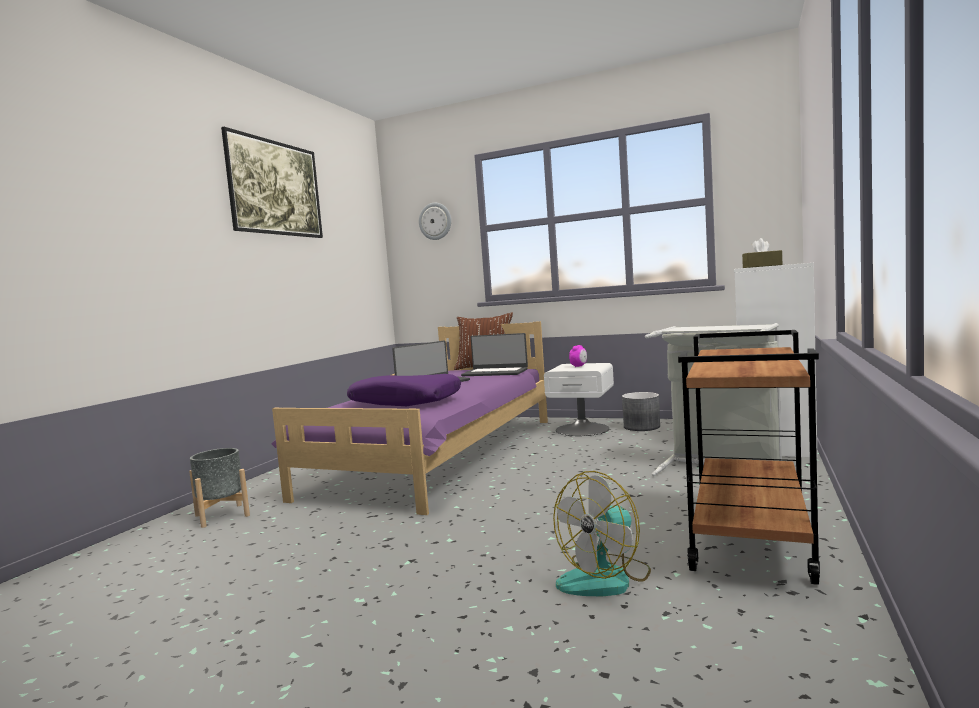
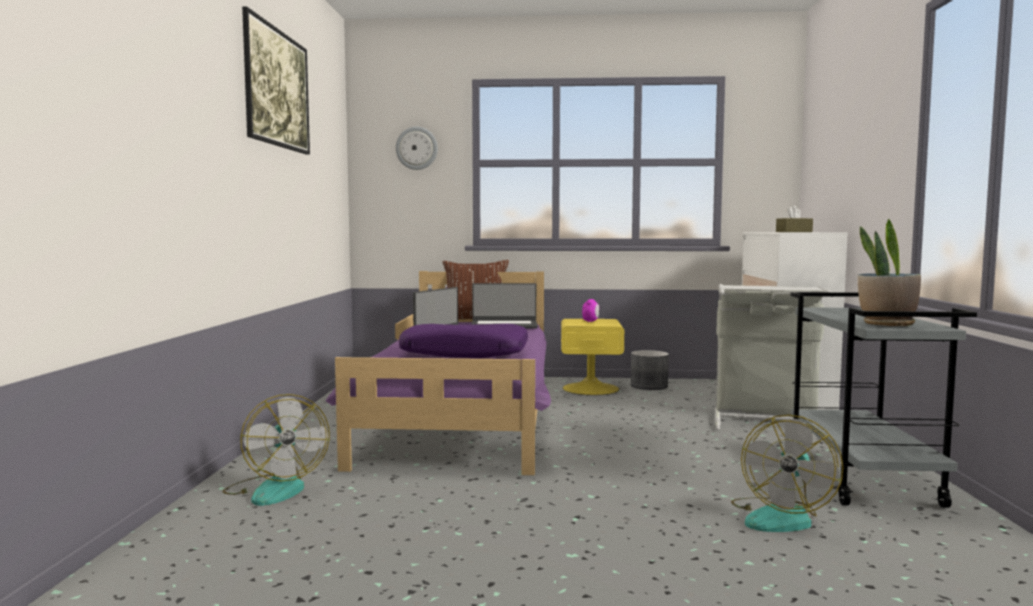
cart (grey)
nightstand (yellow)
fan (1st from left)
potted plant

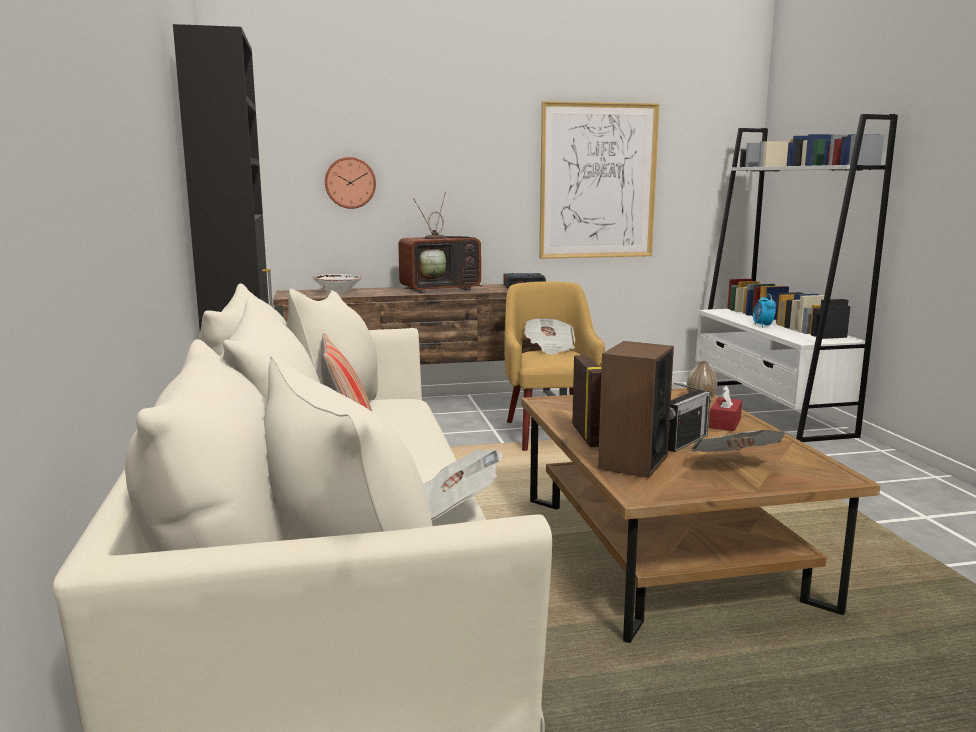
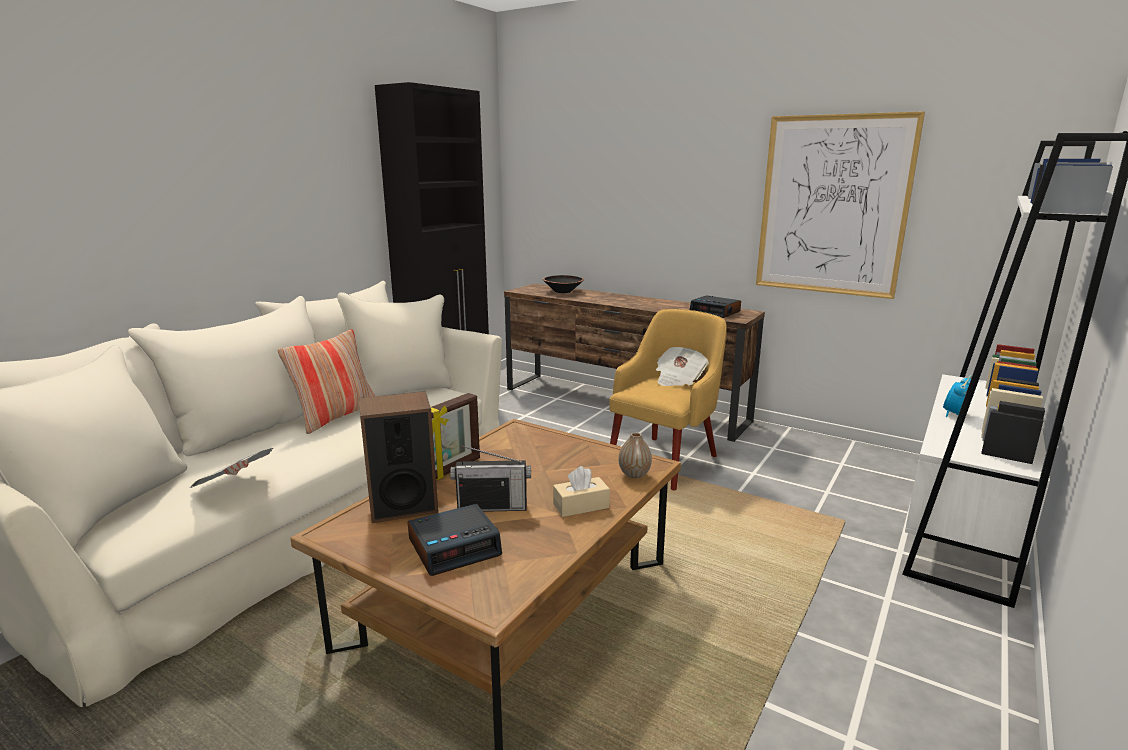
wall clock
television
bowl (black)
tissue box (beige)
alarm clock (1st from left)

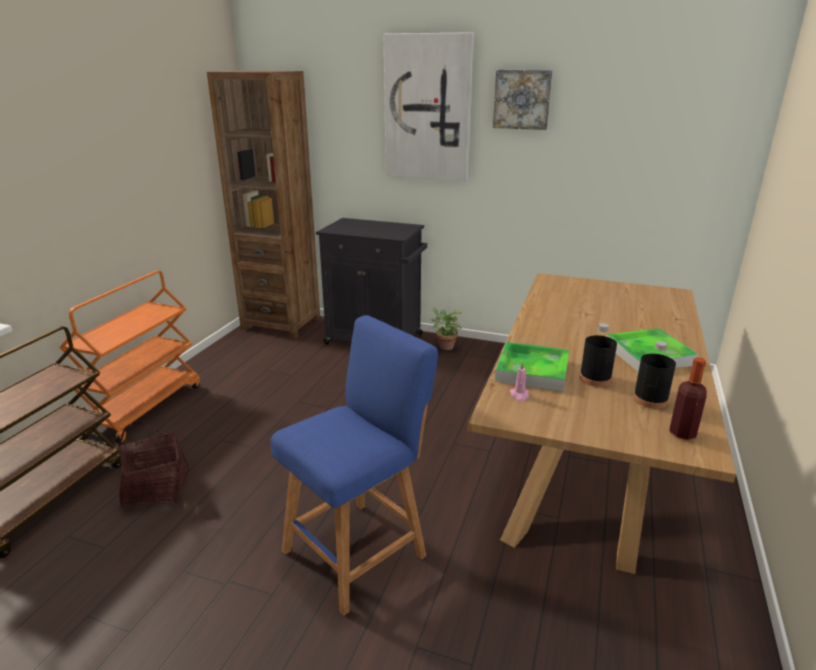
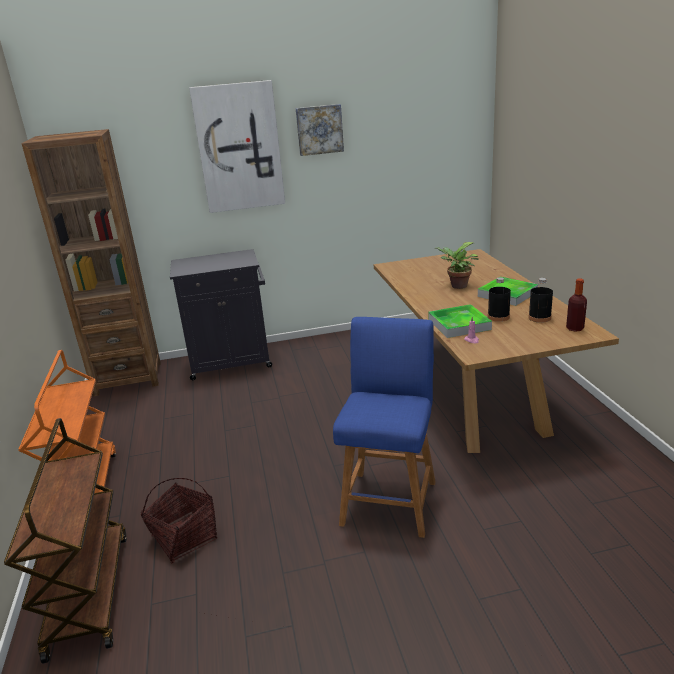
potted plant

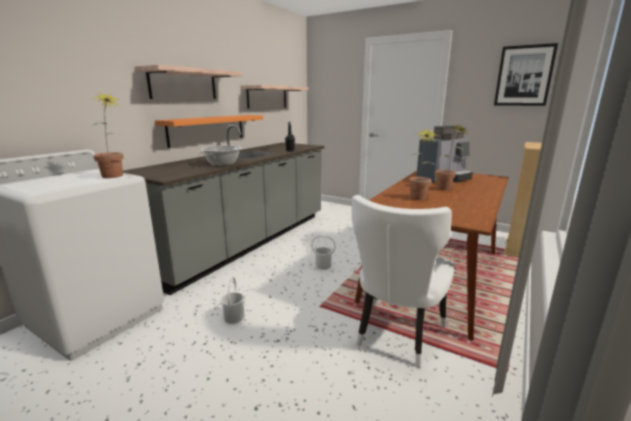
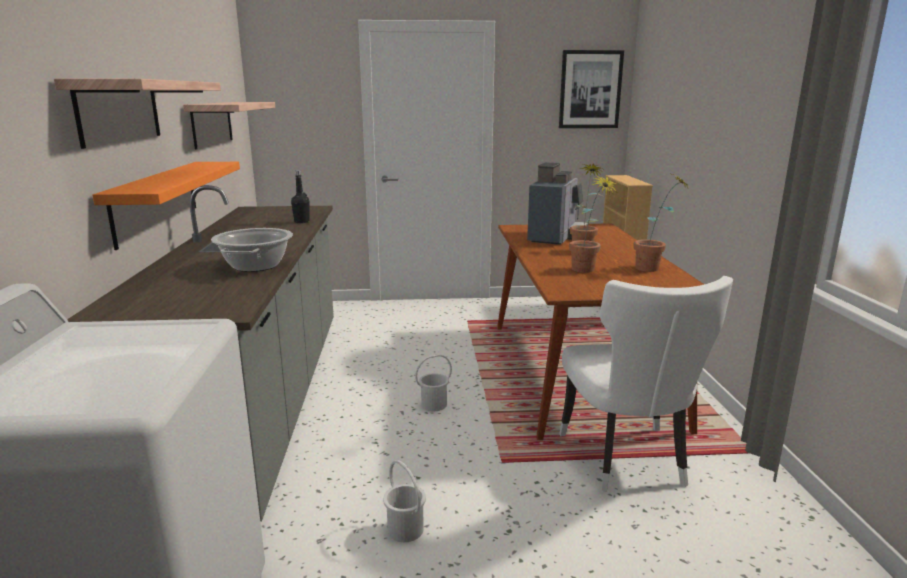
potted plant (3rd from left)

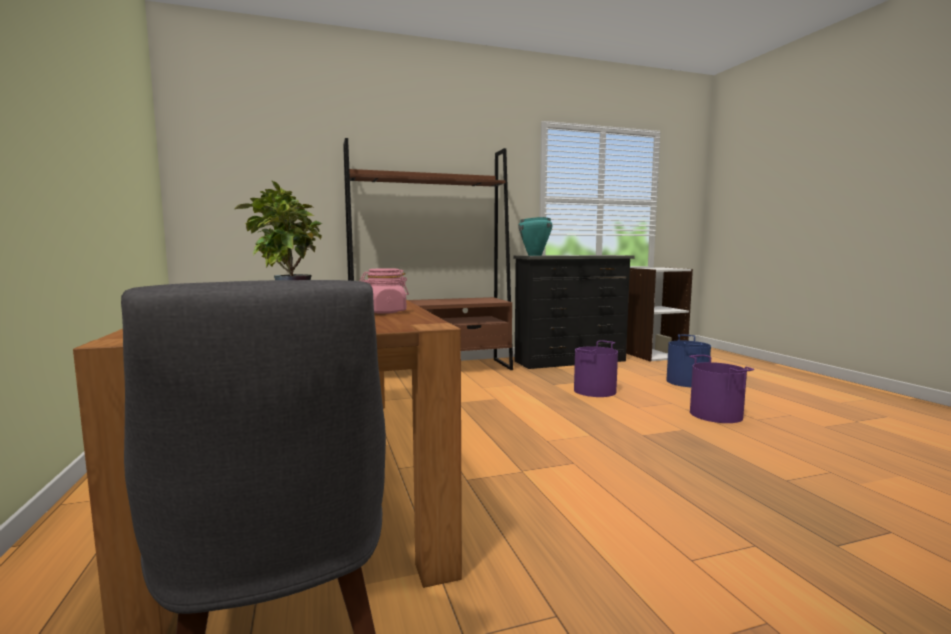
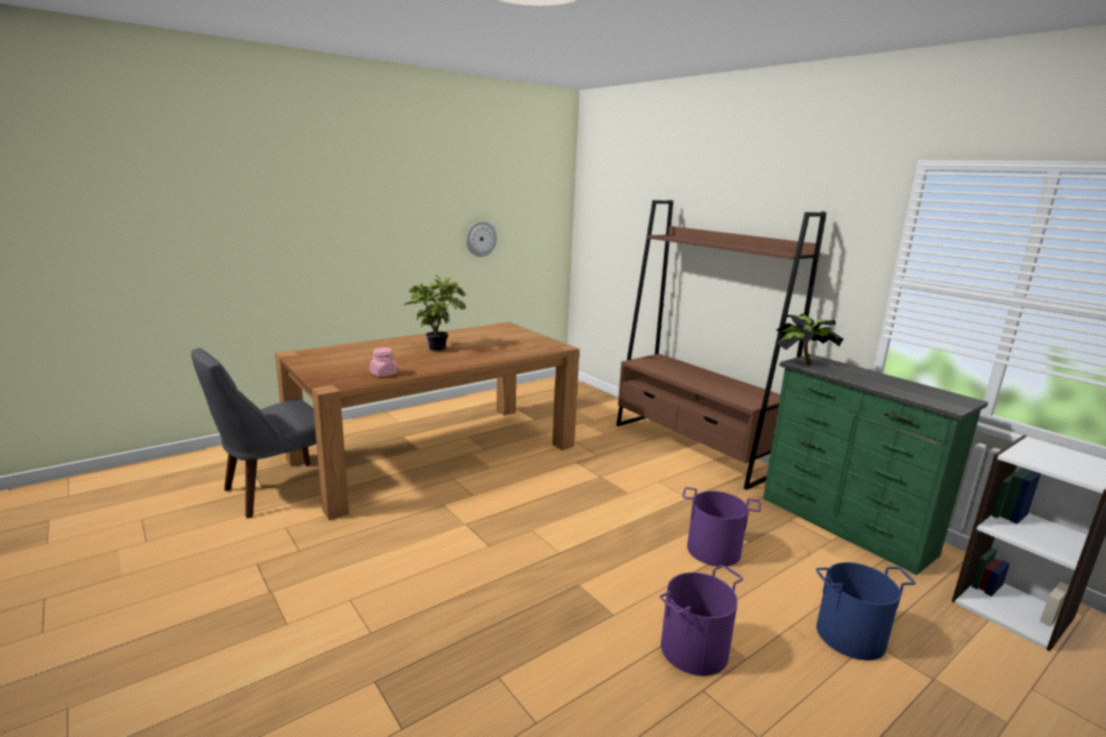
potted plant (2nd from left)
dresser (green)
wall clock

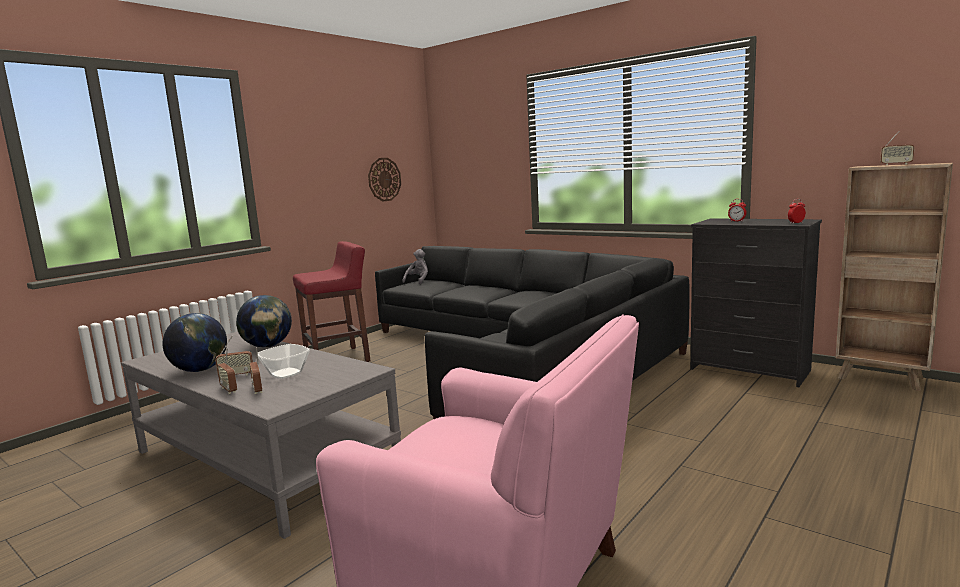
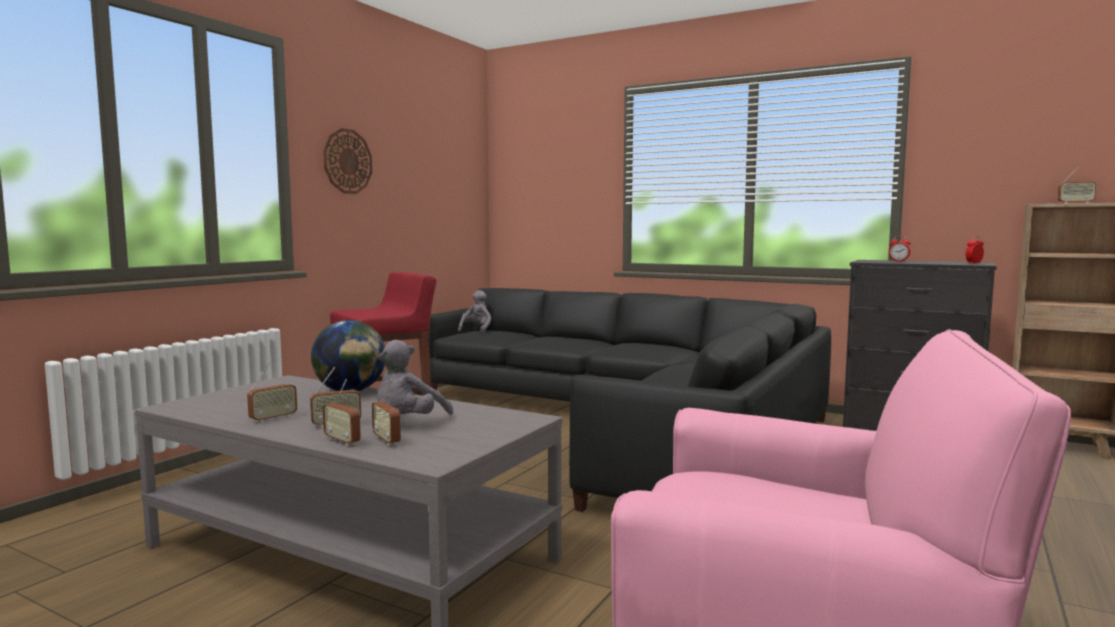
wall clock
radio (1st from left)
plush toy (grey) (1st from left)

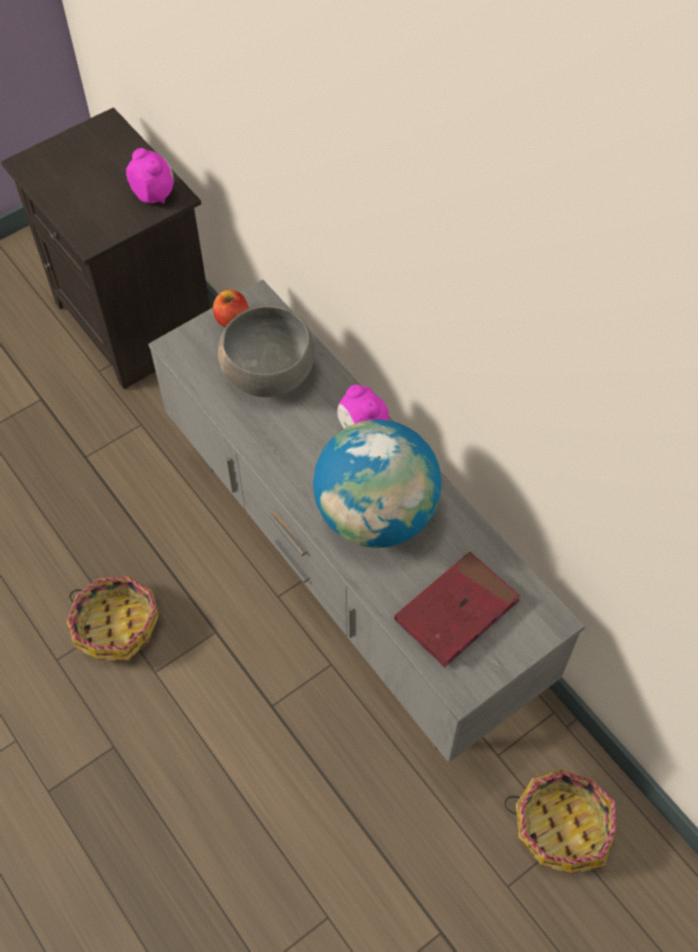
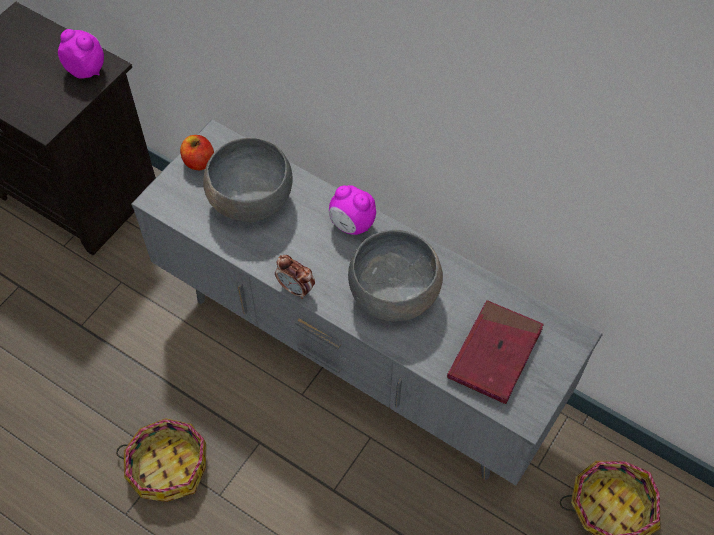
bowl (grey) (2nd from left)
alarm clock (2nd from left)

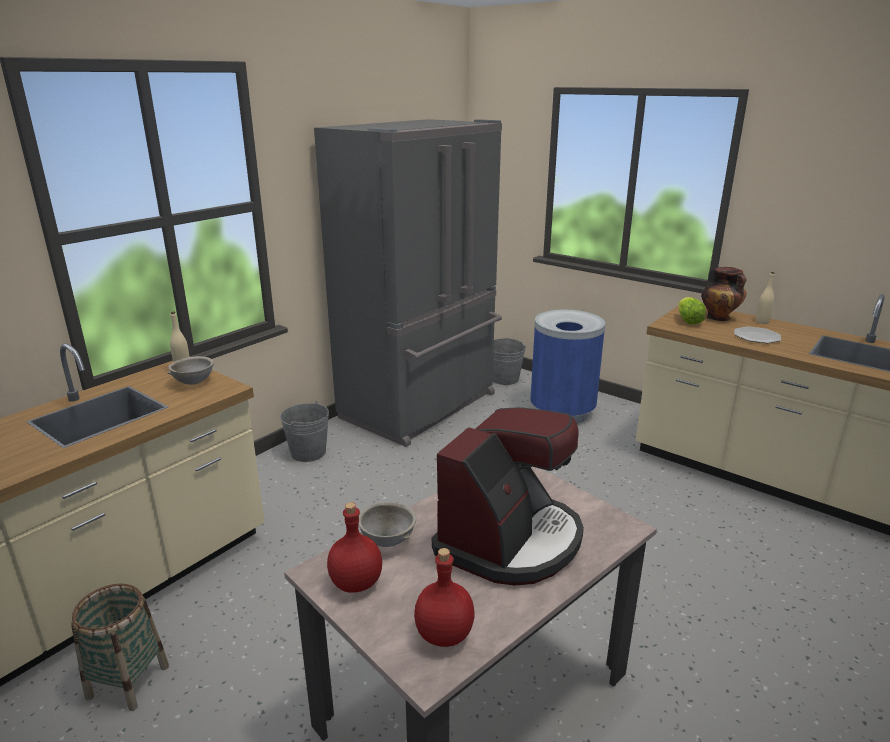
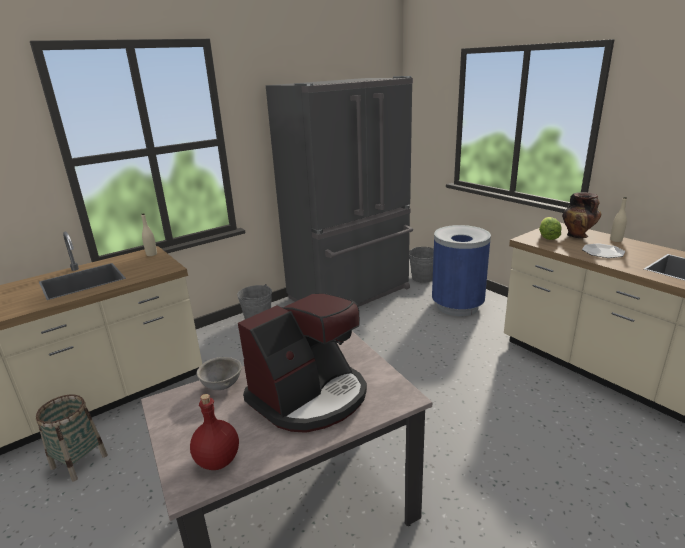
bowl (grey) (1st from left in the first image)
bottle (red) (1st from left in the first image)

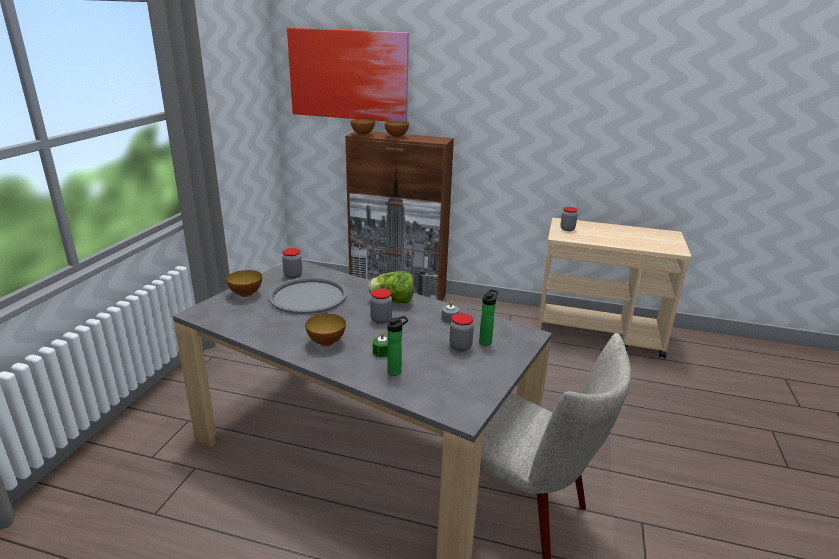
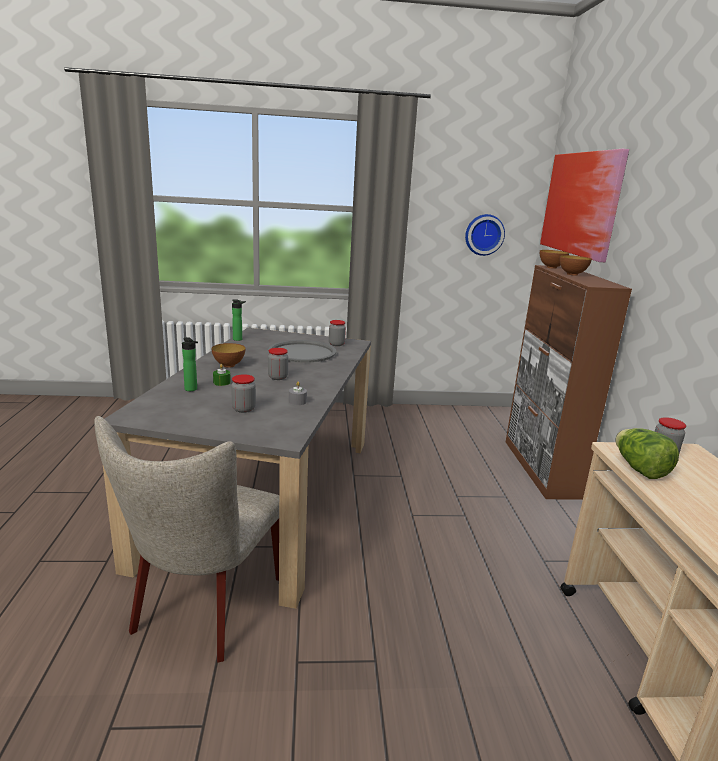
bowl (1st from left in the first image)
lettuce
bottle (2nd from left)
wall clock

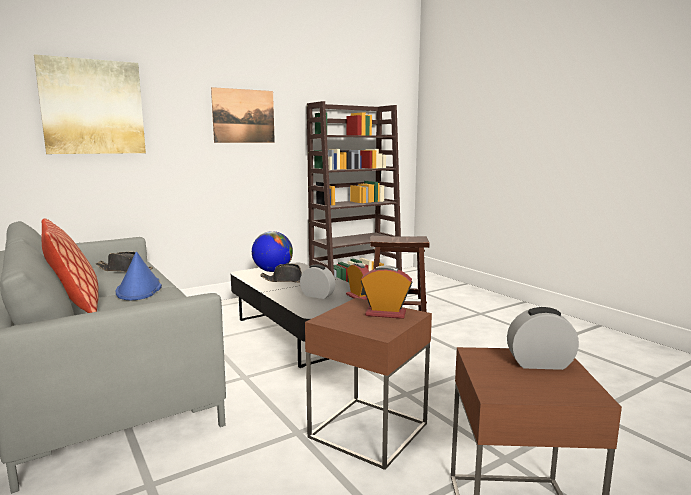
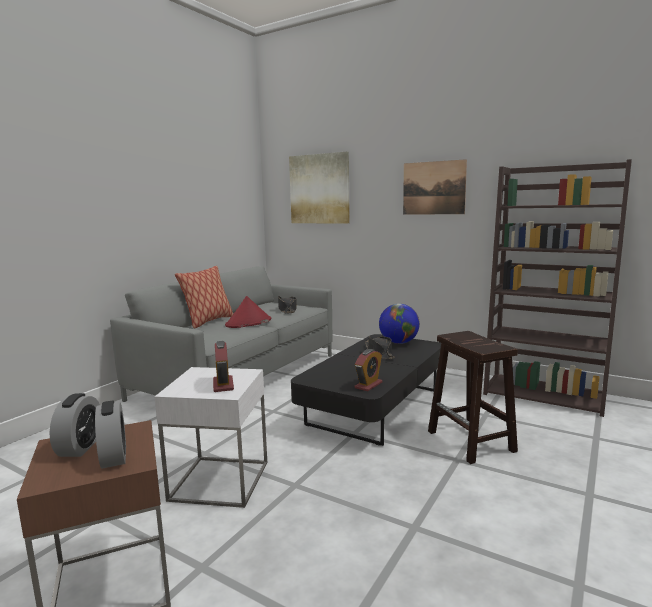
hat (red)
alarm clock (1st from left)
side table (white)

